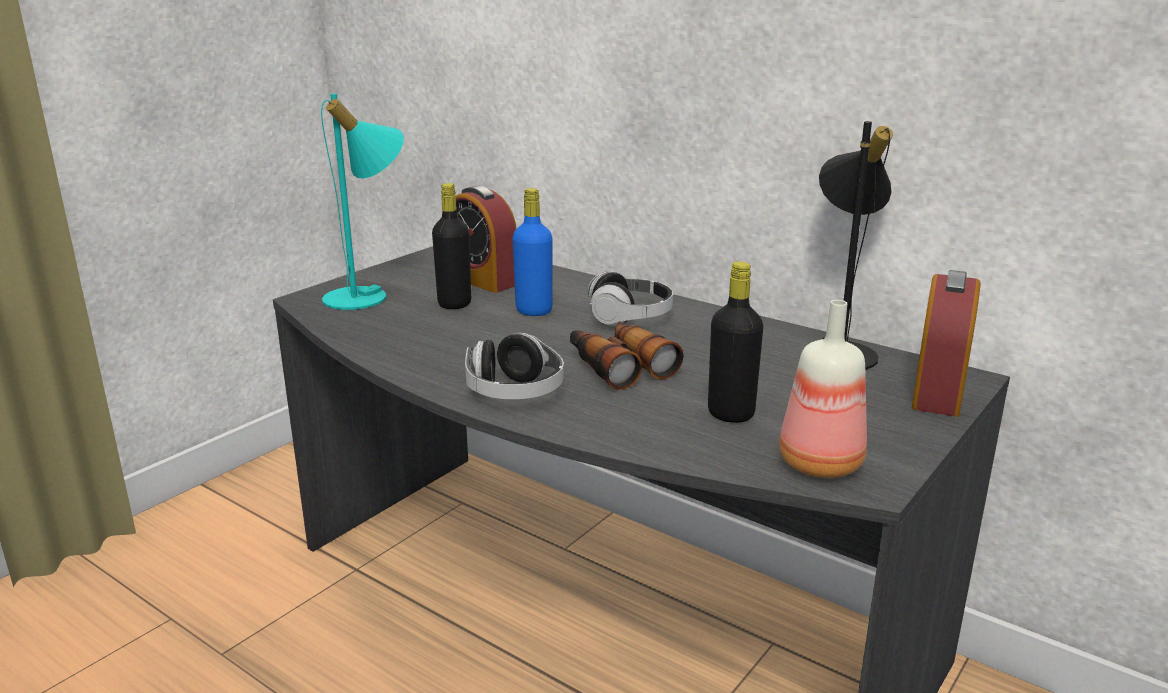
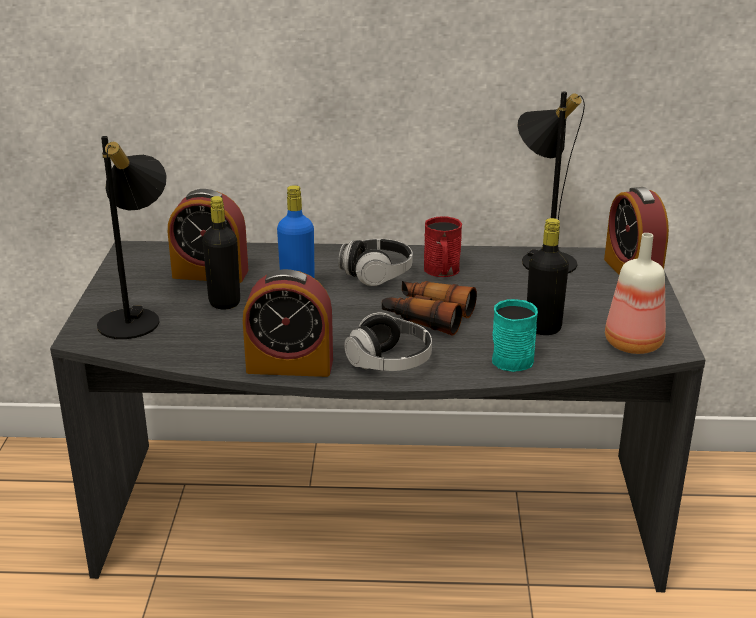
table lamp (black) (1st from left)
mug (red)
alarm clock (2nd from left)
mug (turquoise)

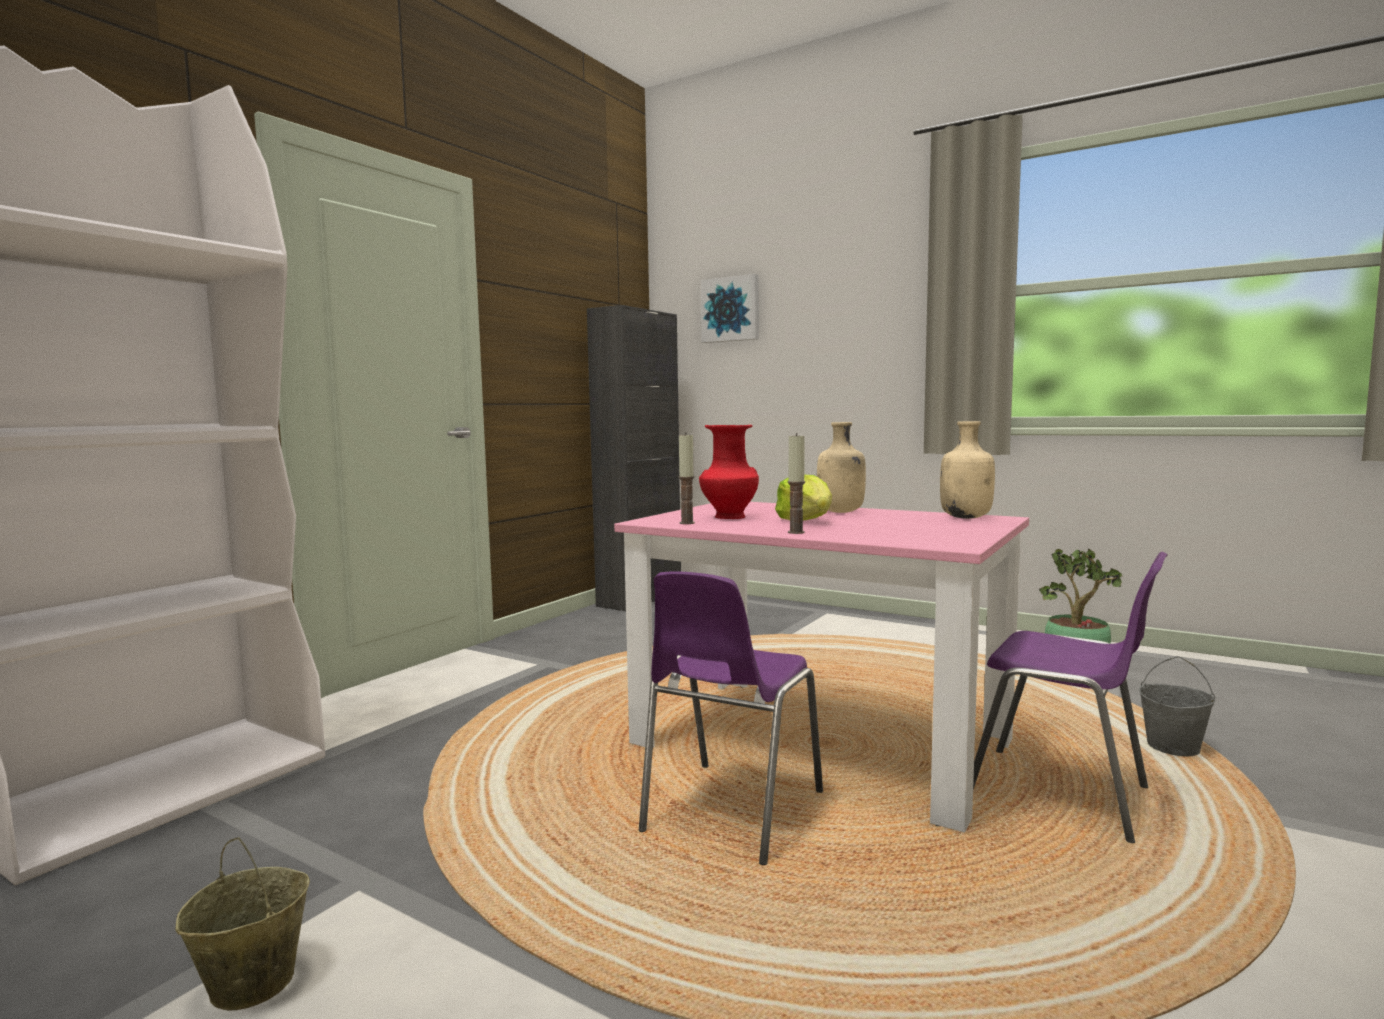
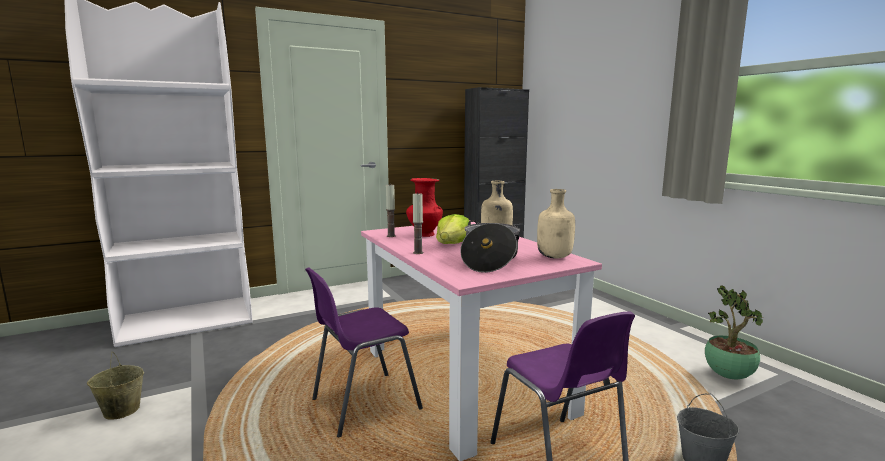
picture
cooking pot

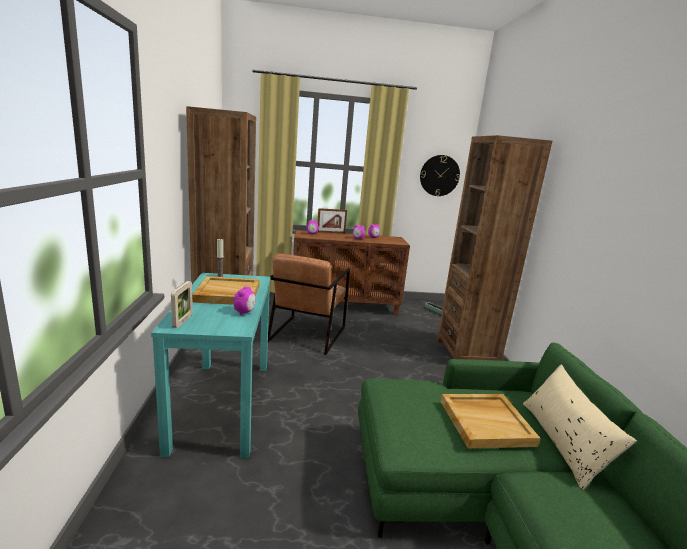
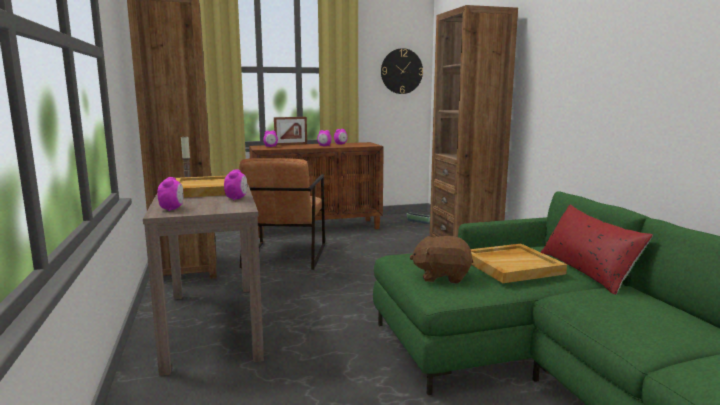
console table (brown)
alarm clock (1st from left)
pillow (red)
plush toy (brown)

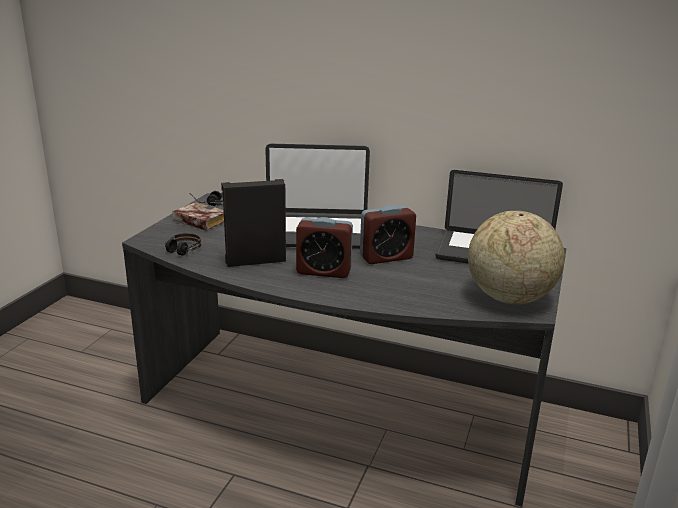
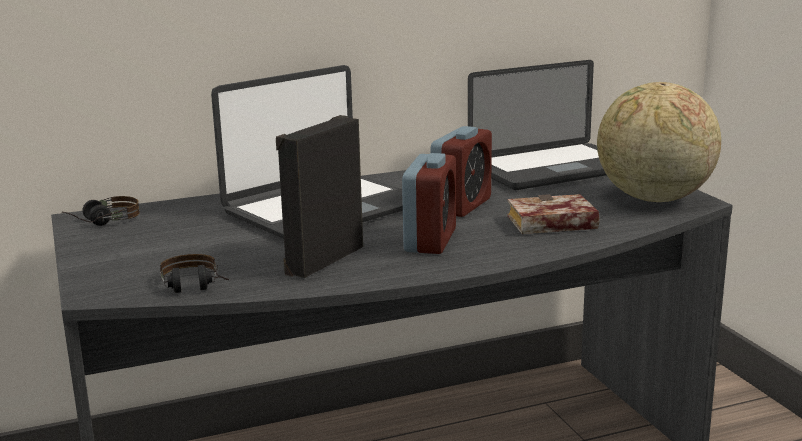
book
alarm clock (1st from left)

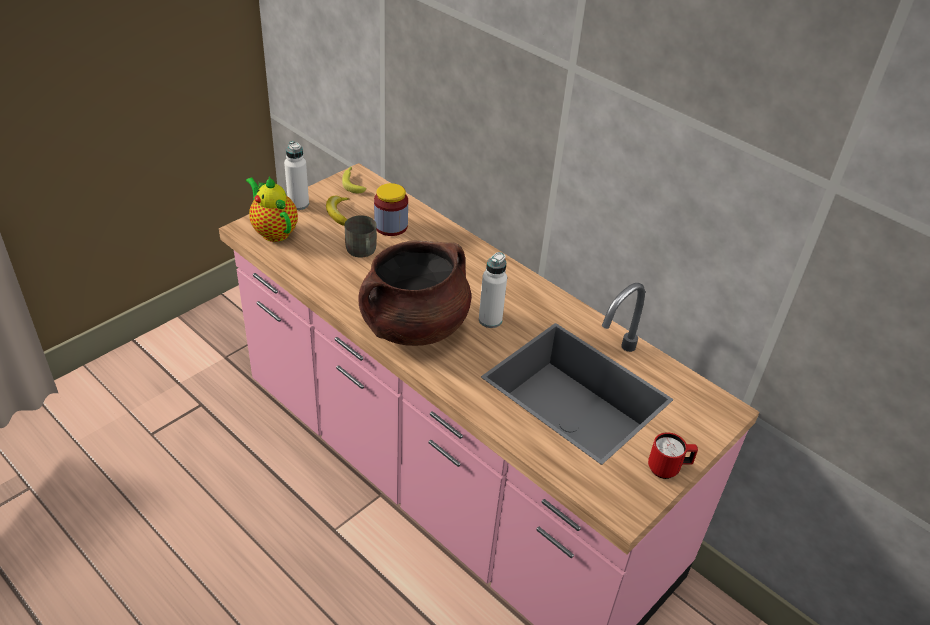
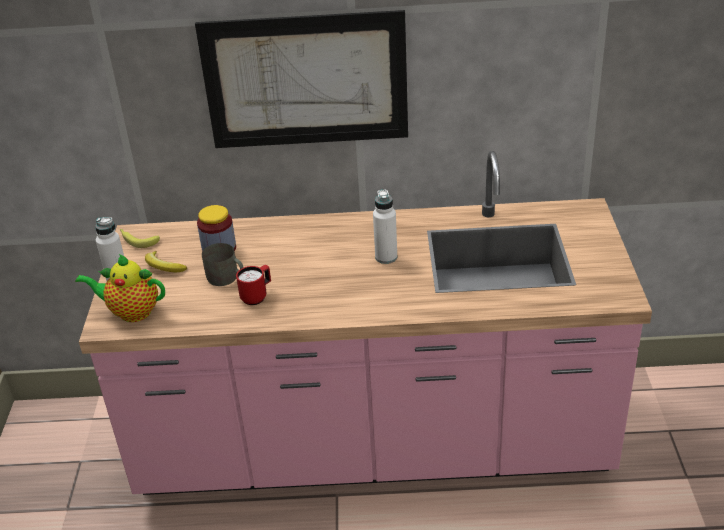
cooking pot (brown)
mug (red)
picture

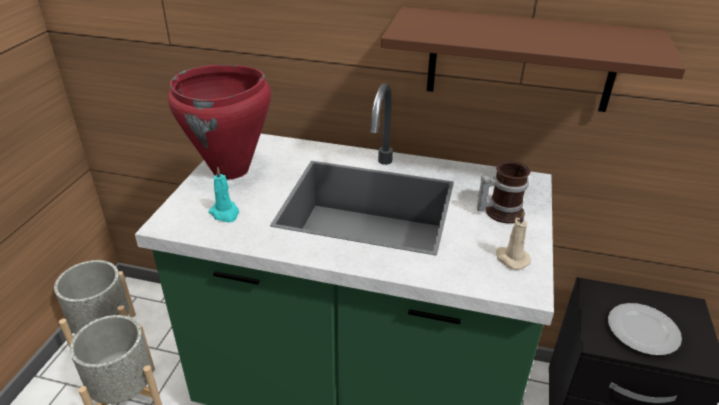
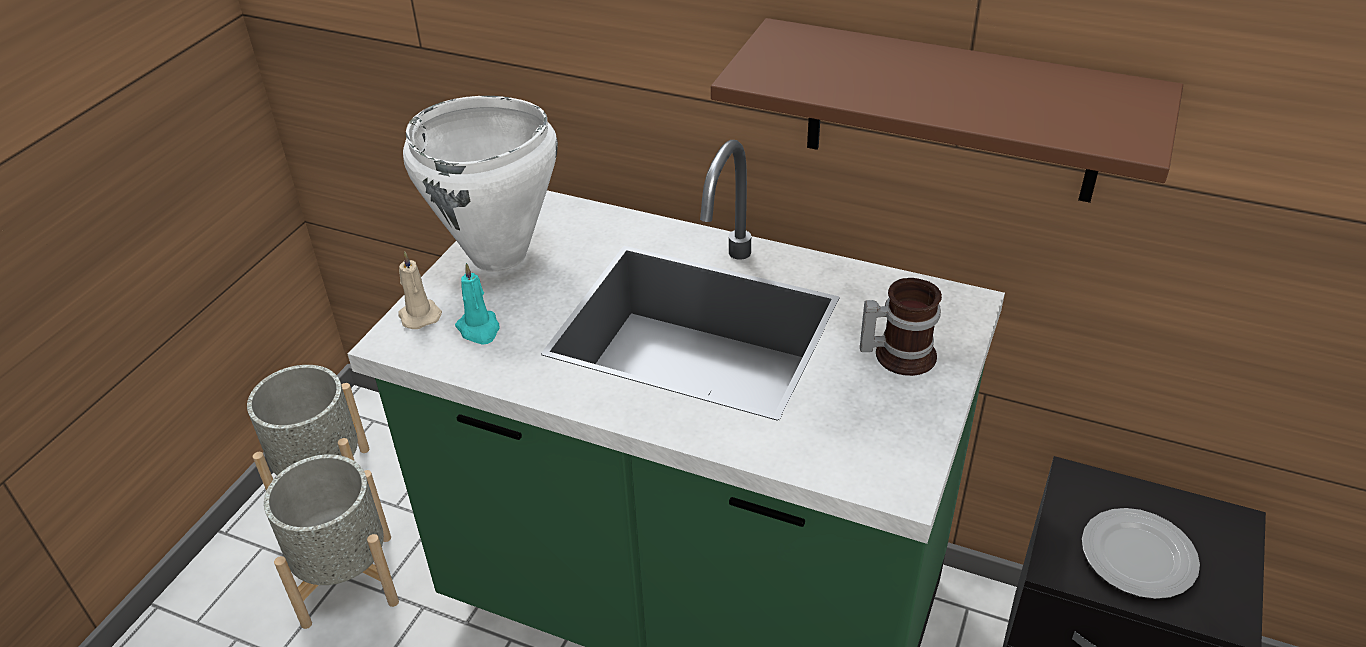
cooking pot (white)
candle (beige)

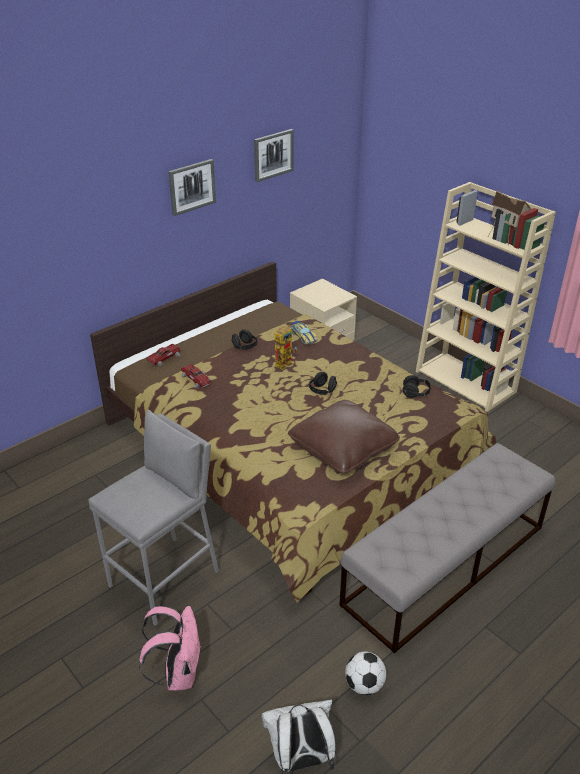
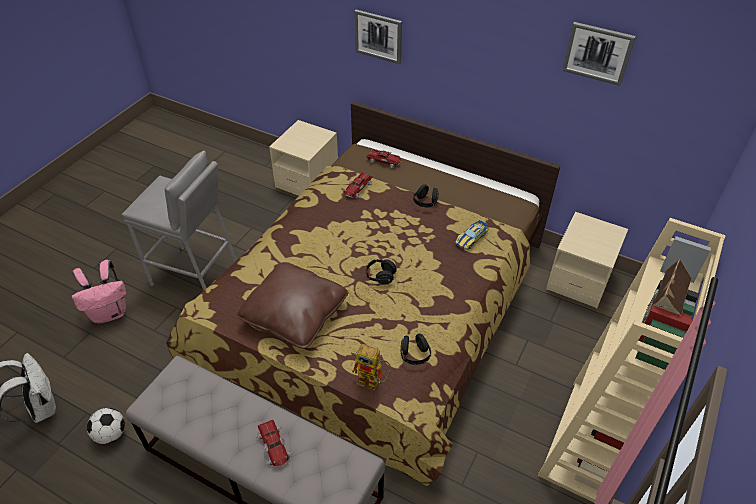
picture (1st from left)
toy robot
nightstand (beige) (1st from left)
toy car (1st from left)

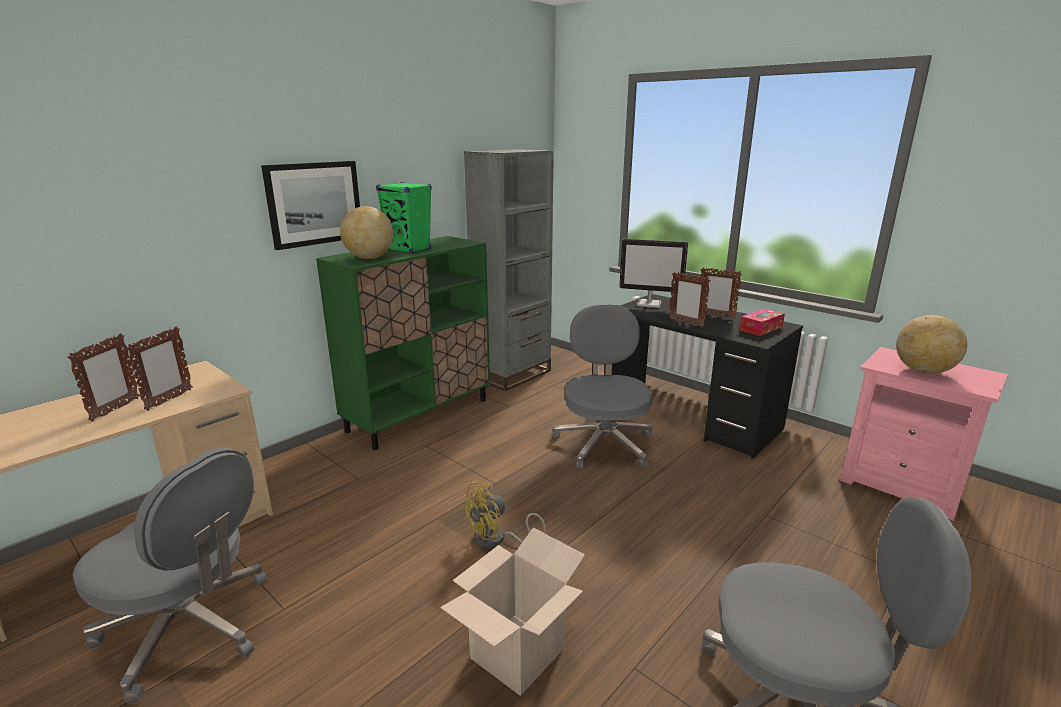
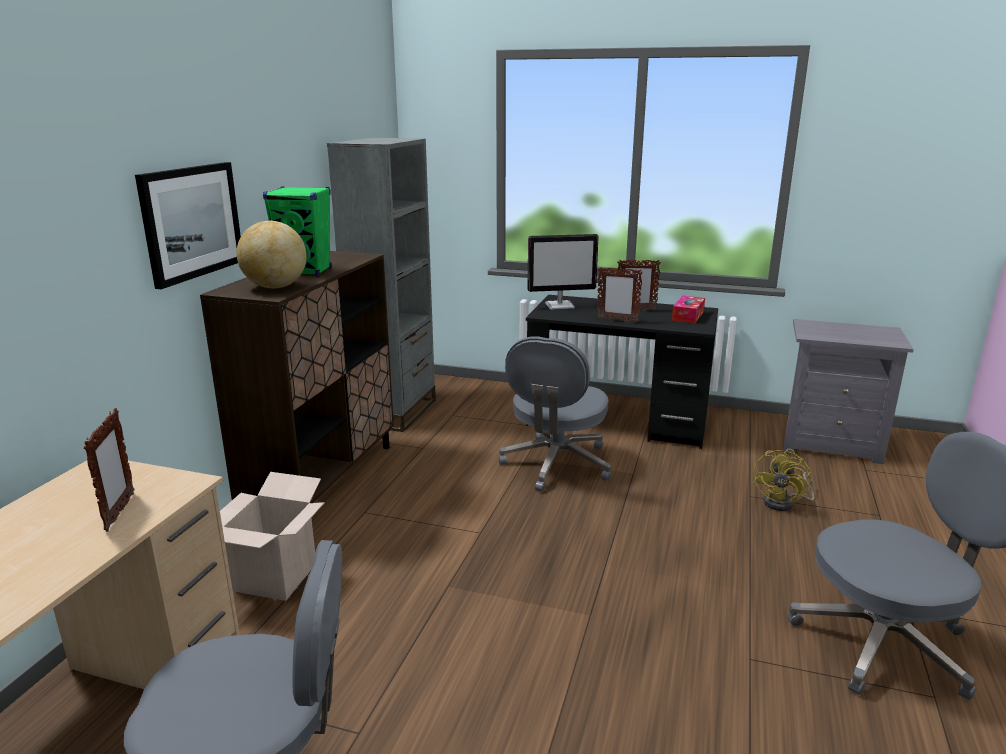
cabinet (brown)
office chair (grey) (2nd from left)
globe (2nd from left in the first image)
picture frame (1st from left in the first image)
nightstand (grey)
fan (yellow)
cardboard box

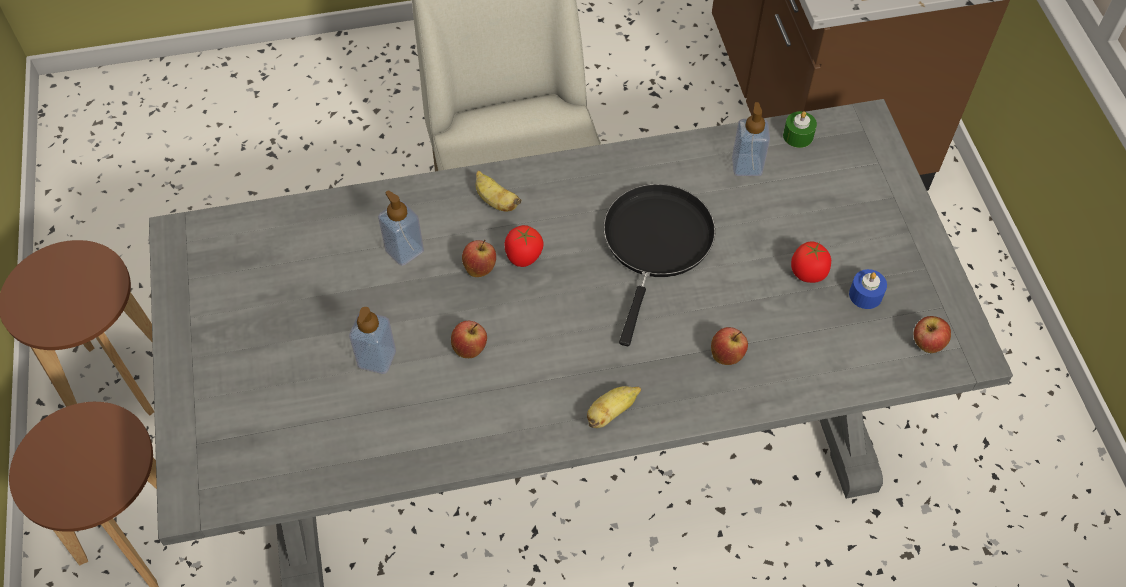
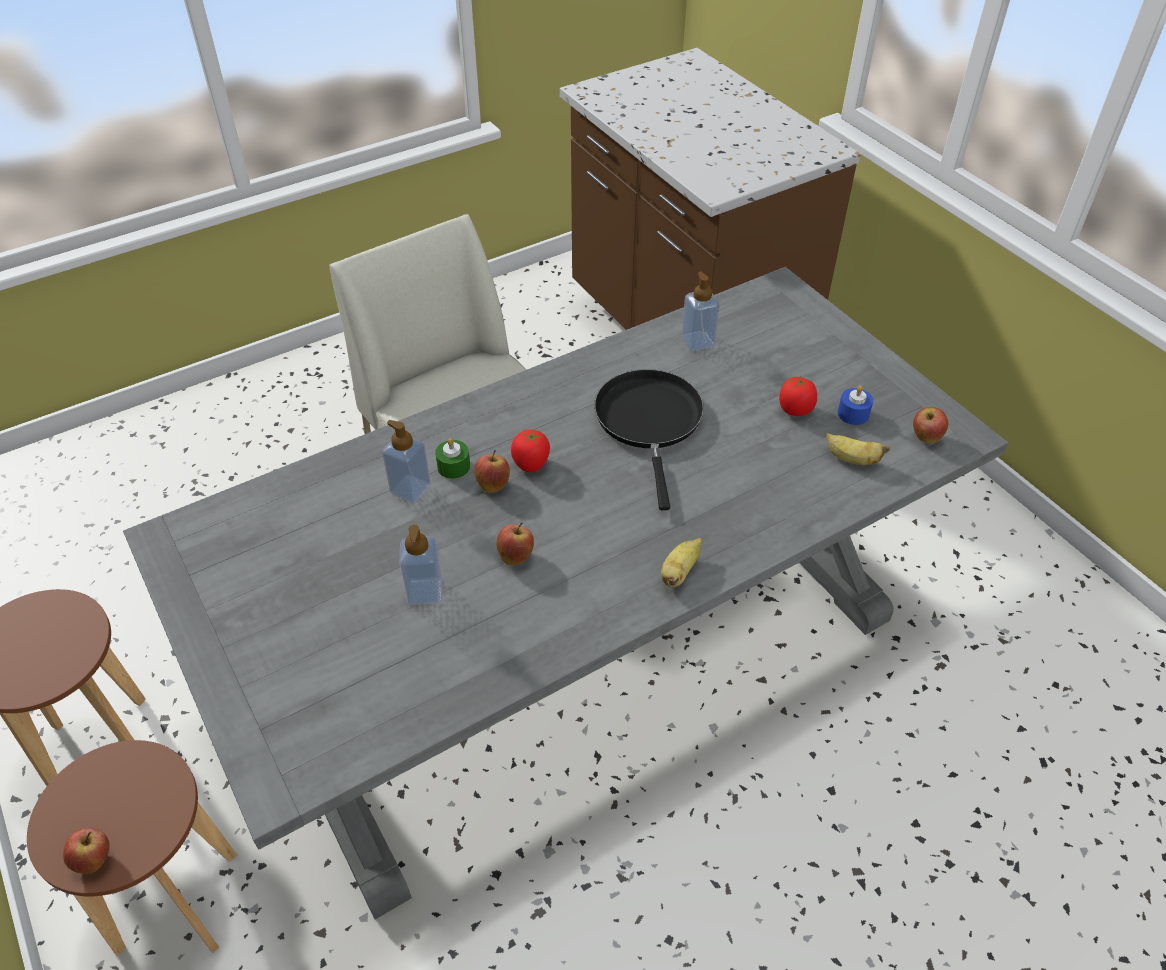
candle (green)
banana (2nd from left)
apple (1st from left)

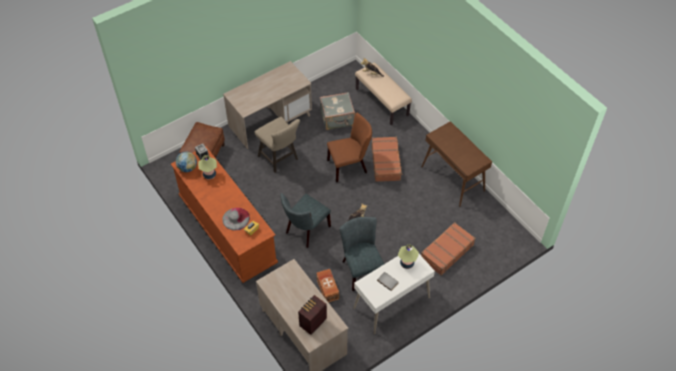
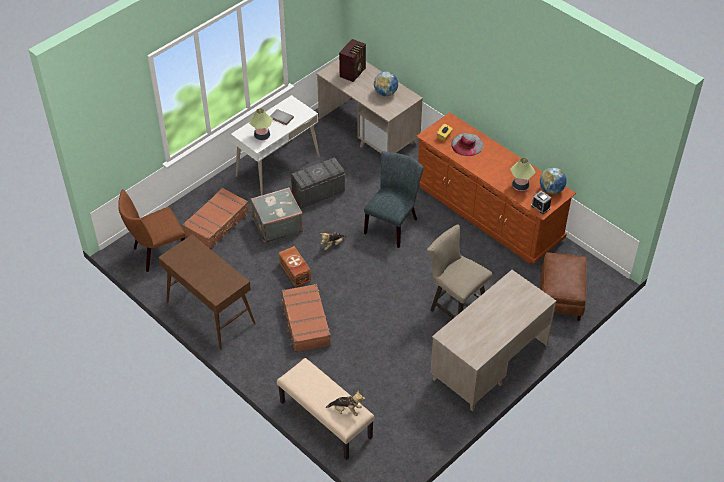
suitcase (grey)
chair (brown)
storage box (grey)
storage box (brown)
globe (1st from left)

